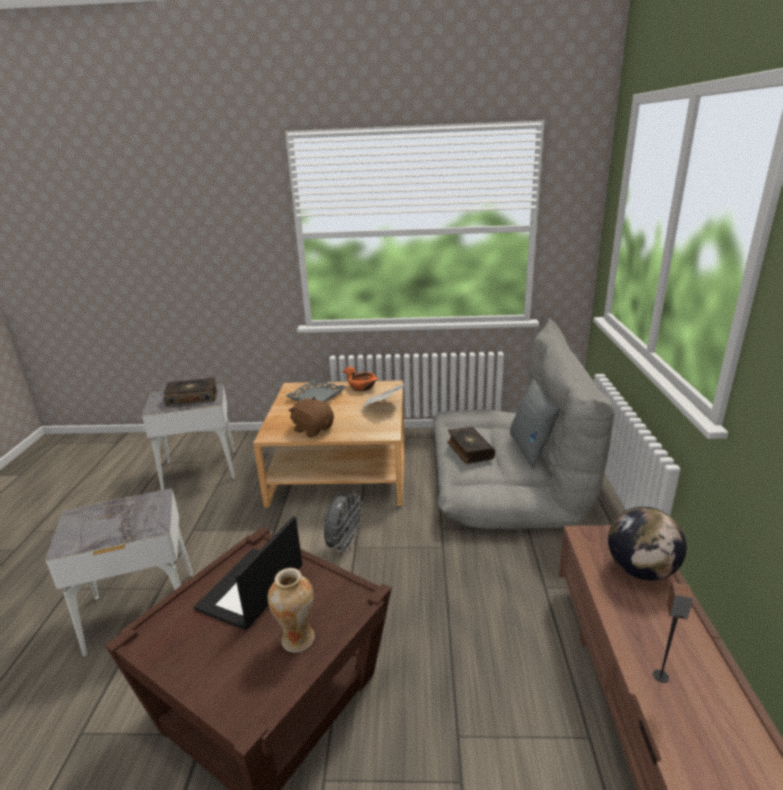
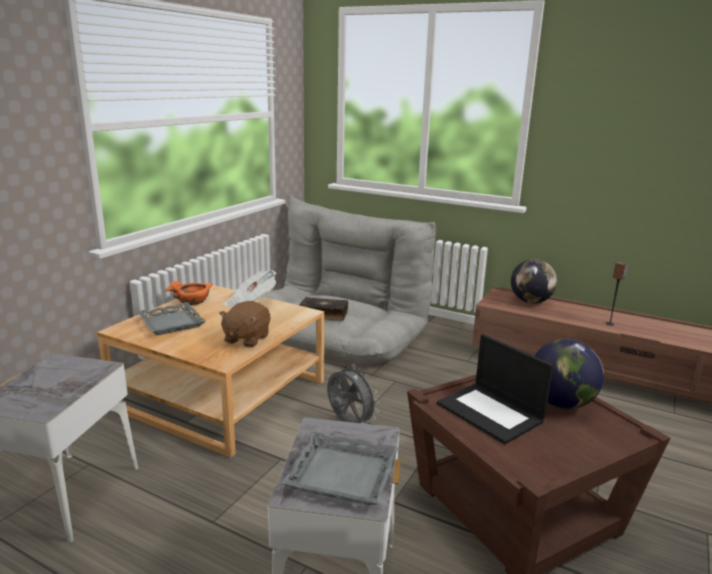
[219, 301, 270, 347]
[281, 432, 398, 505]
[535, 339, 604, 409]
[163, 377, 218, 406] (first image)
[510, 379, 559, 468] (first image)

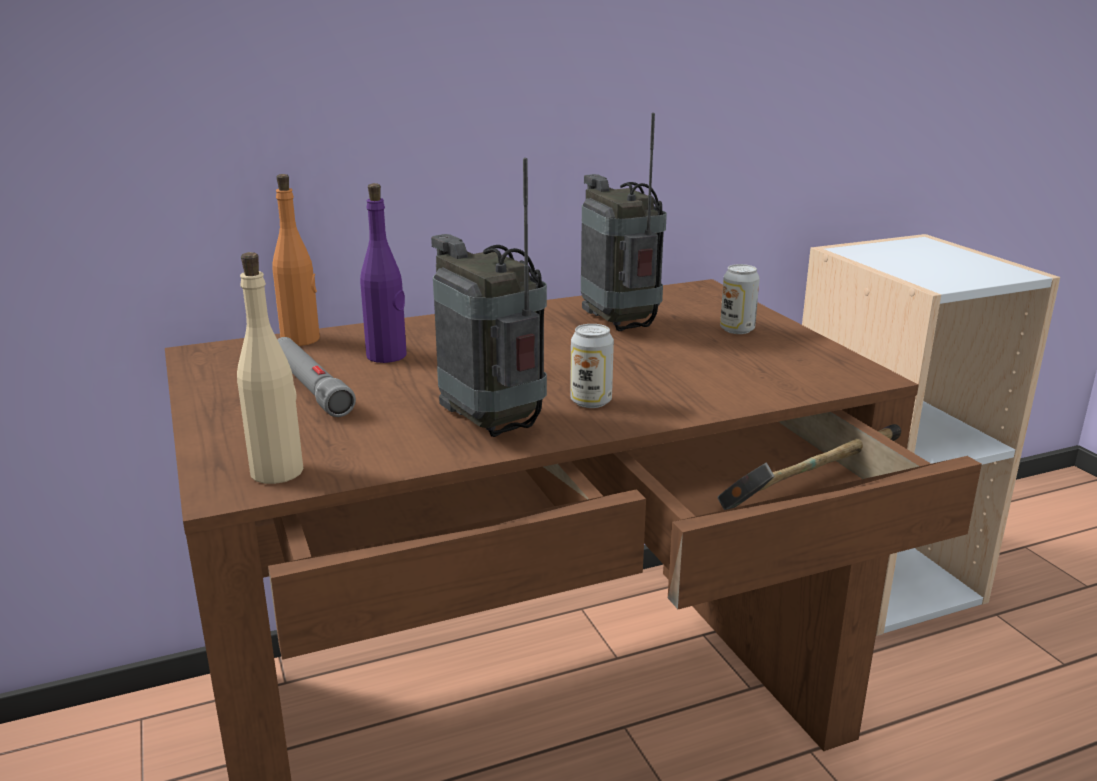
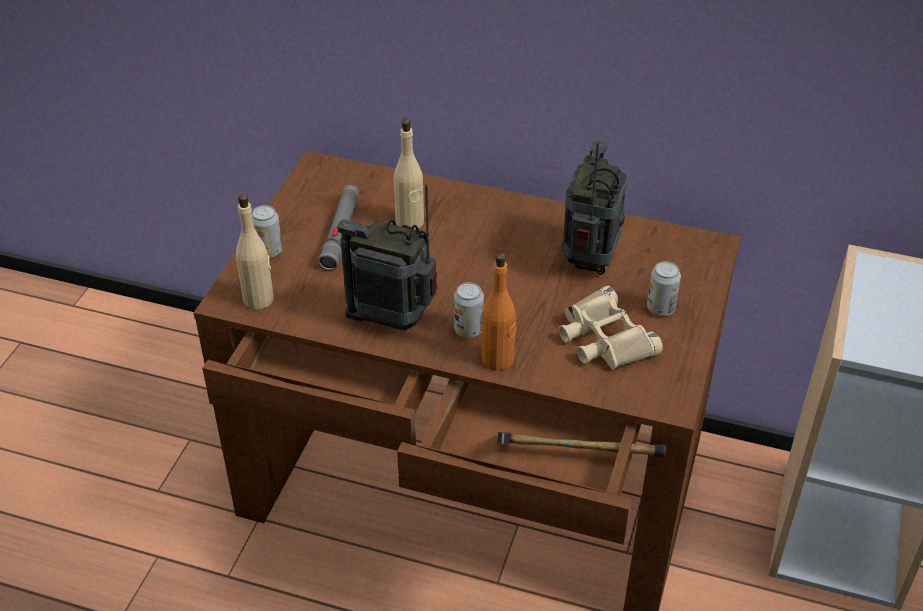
[252, 205, 282, 258]
[337, 184, 437, 331]
[393, 118, 424, 230]
[482, 252, 517, 371]
[559, 286, 663, 369]

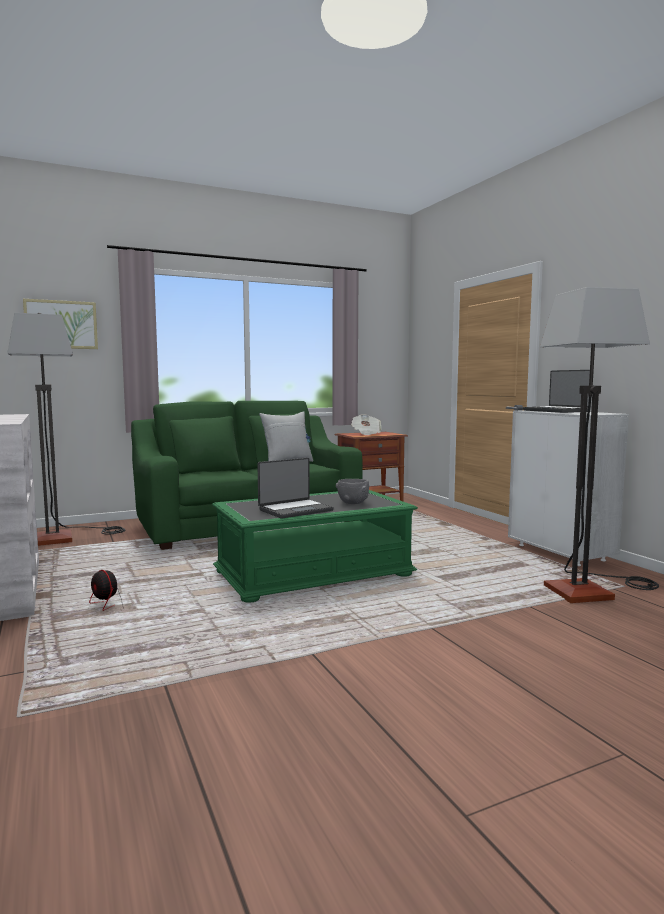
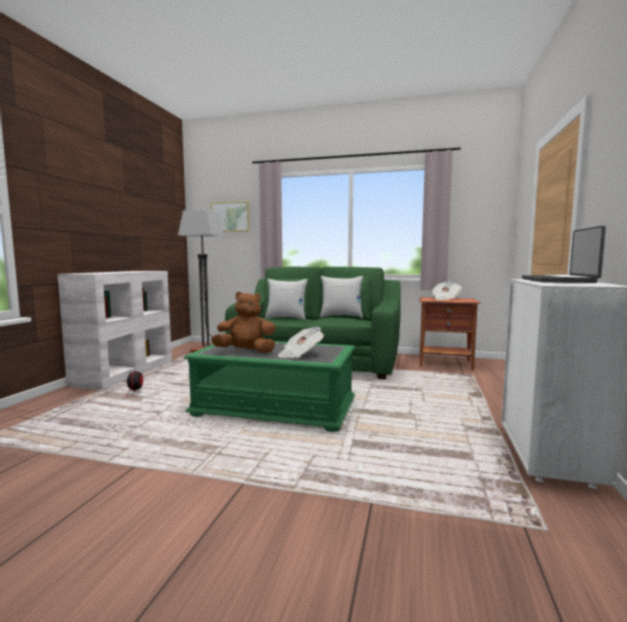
[211, 292, 276, 353]
[265, 279, 308, 320]
[278, 327, 324, 358]
[540, 287, 659, 603] (first image)

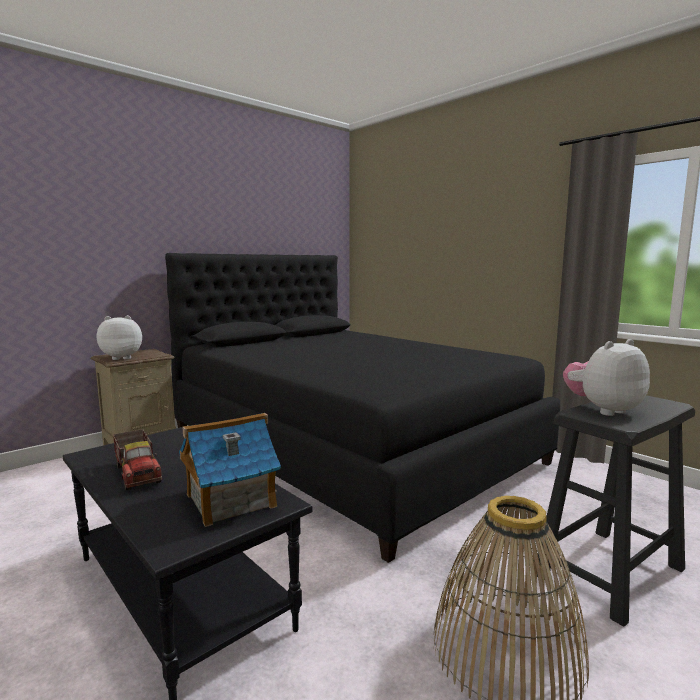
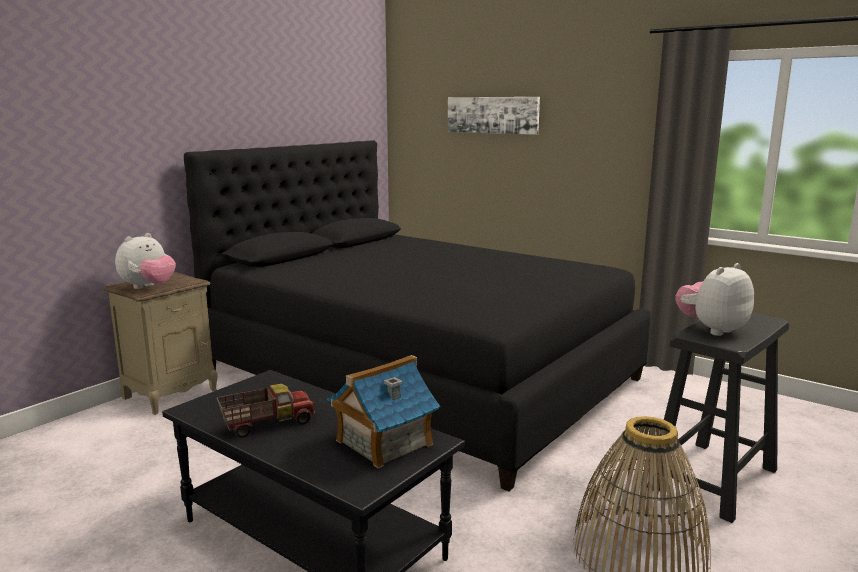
[115, 233, 176, 289]
[217, 384, 315, 438]
[448, 97, 540, 135]

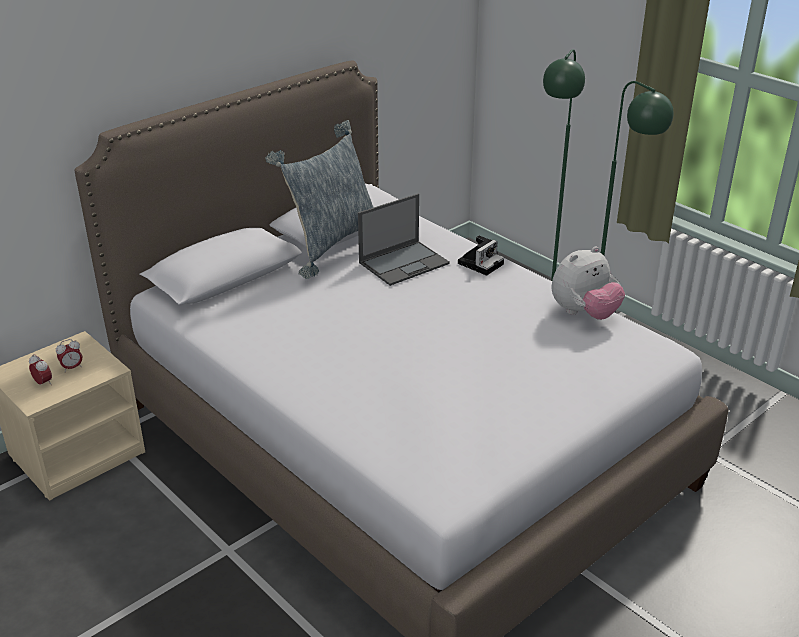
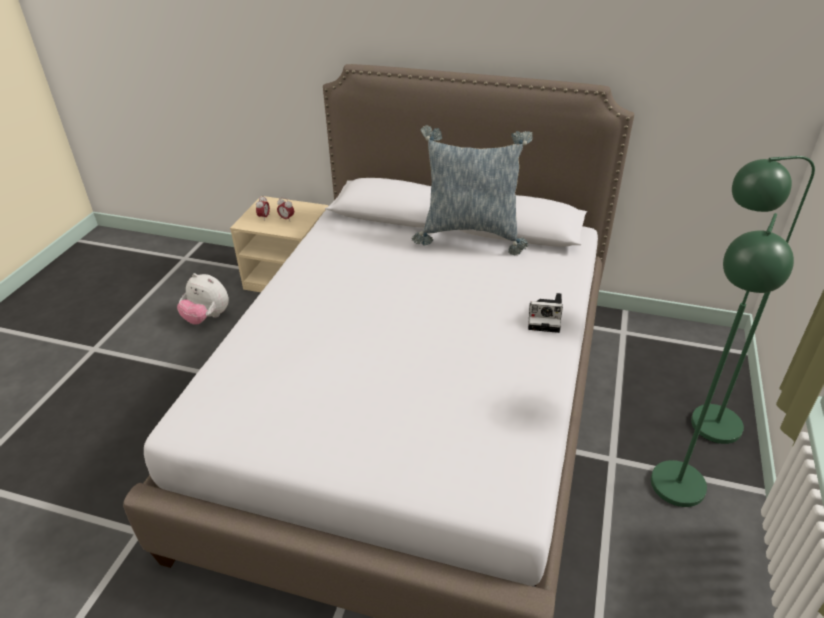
[177, 273, 229, 325]
[358, 194, 450, 286] (first image)

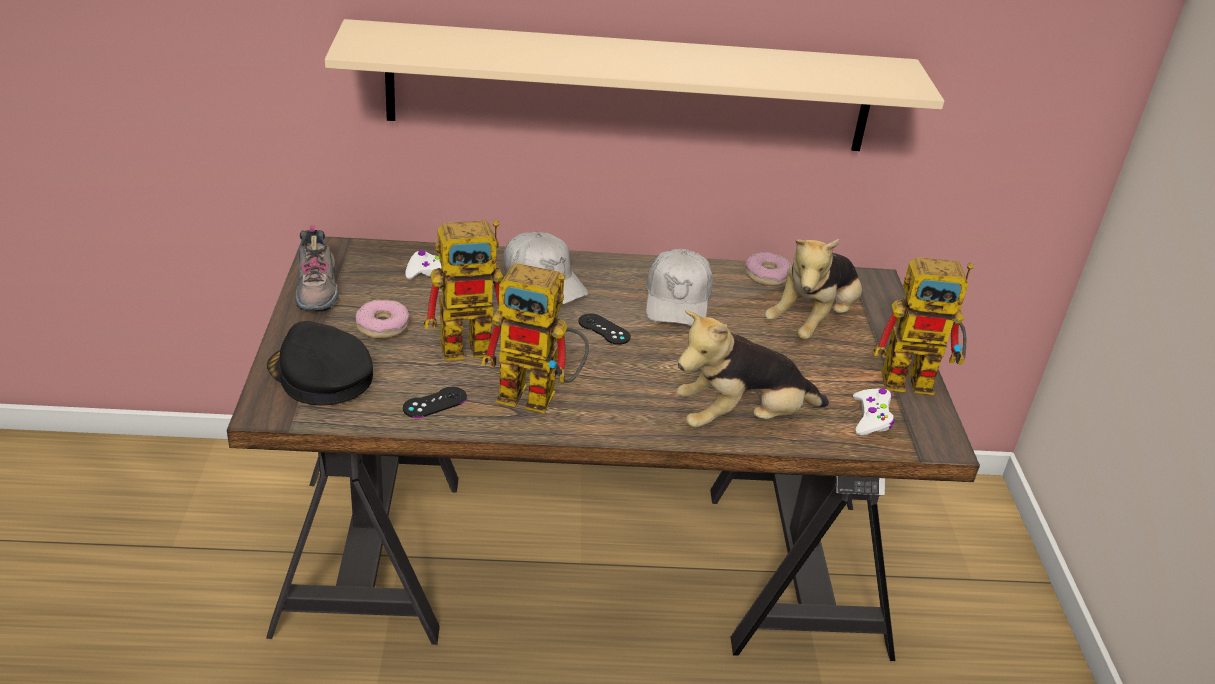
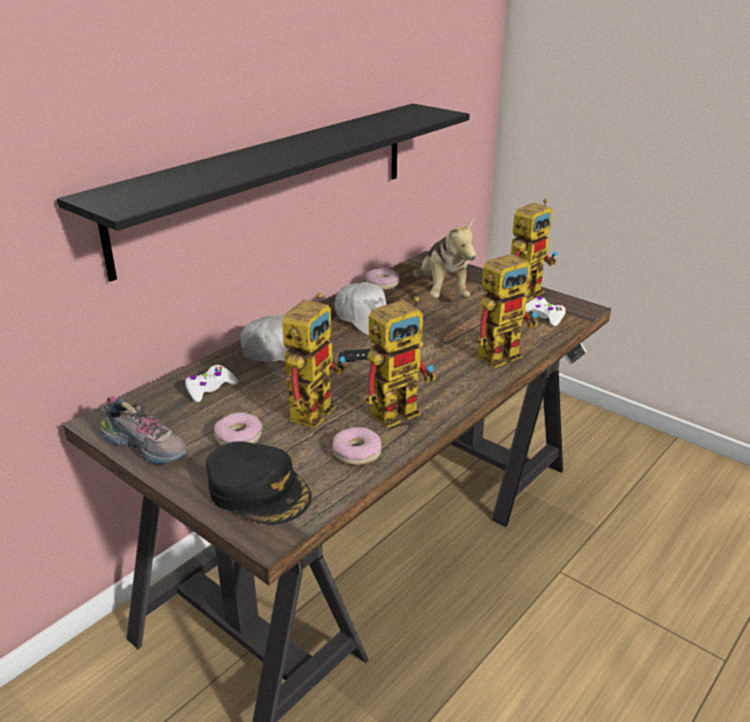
[57, 103, 470, 282]
[206, 441, 312, 525]
[333, 427, 381, 465]
[477, 250, 539, 368]

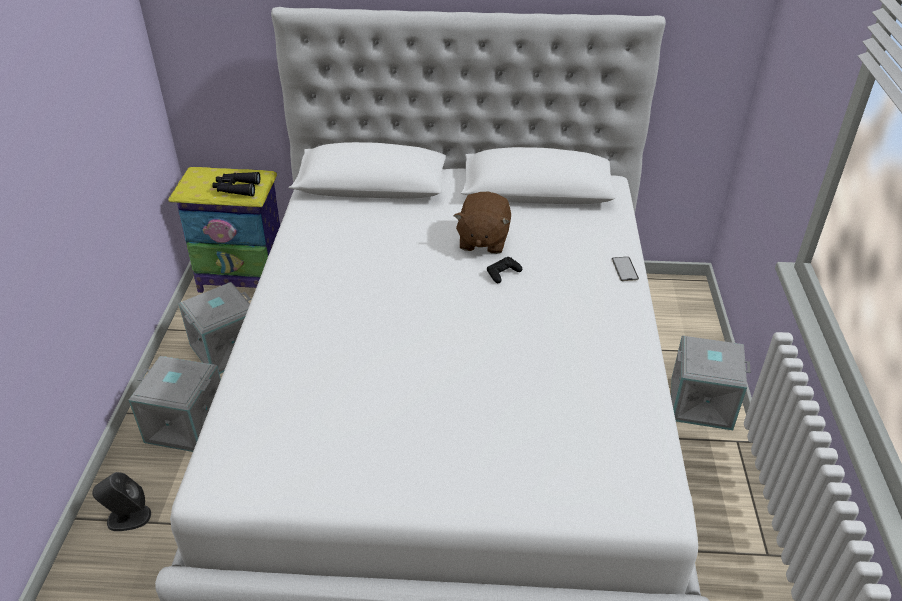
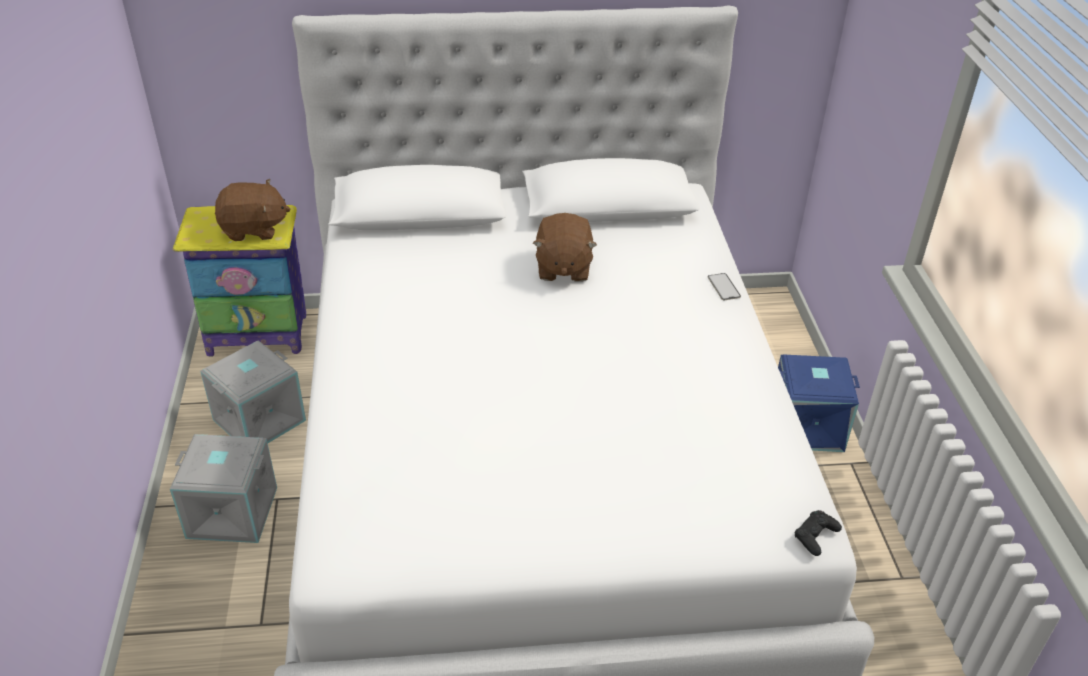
[215, 179, 290, 241]
[778, 355, 860, 452]
[795, 510, 842, 556]
[92, 472, 151, 531] (first image)

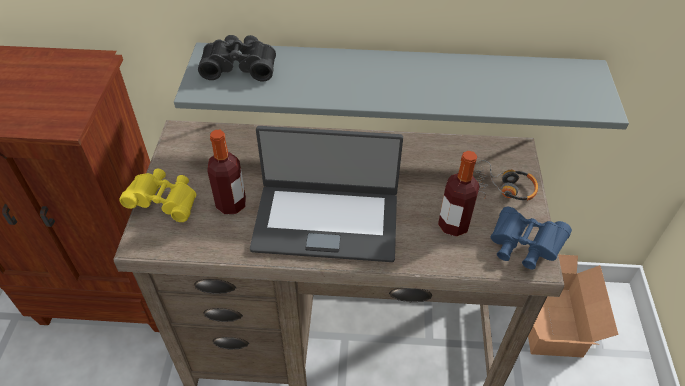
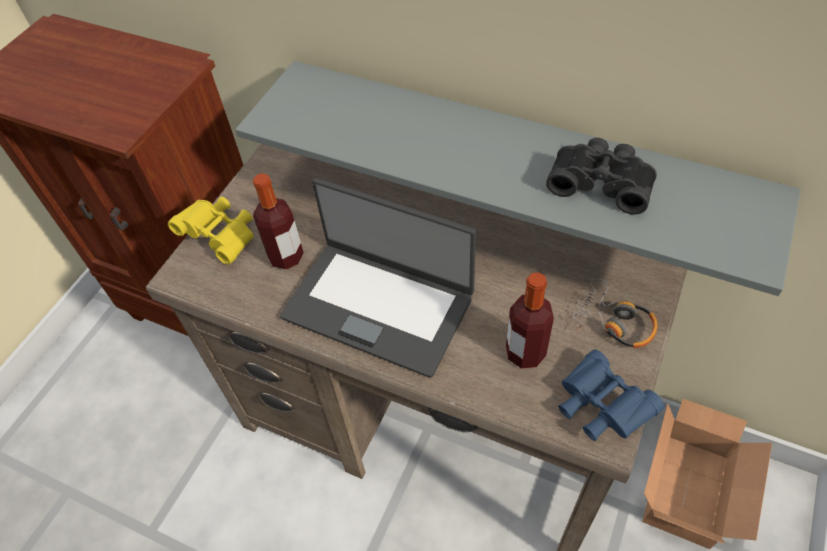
[546, 138, 657, 215]

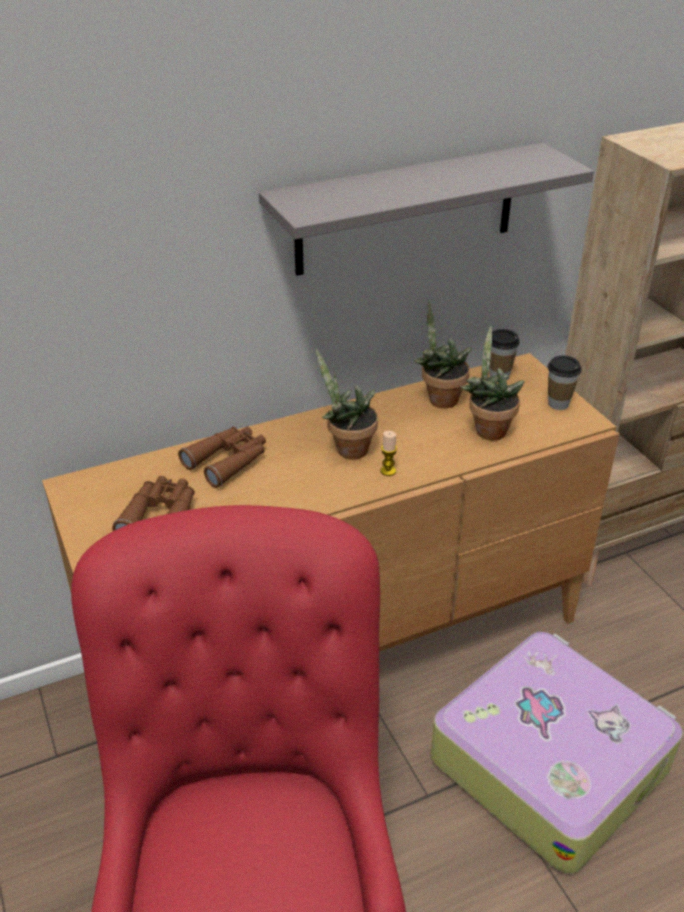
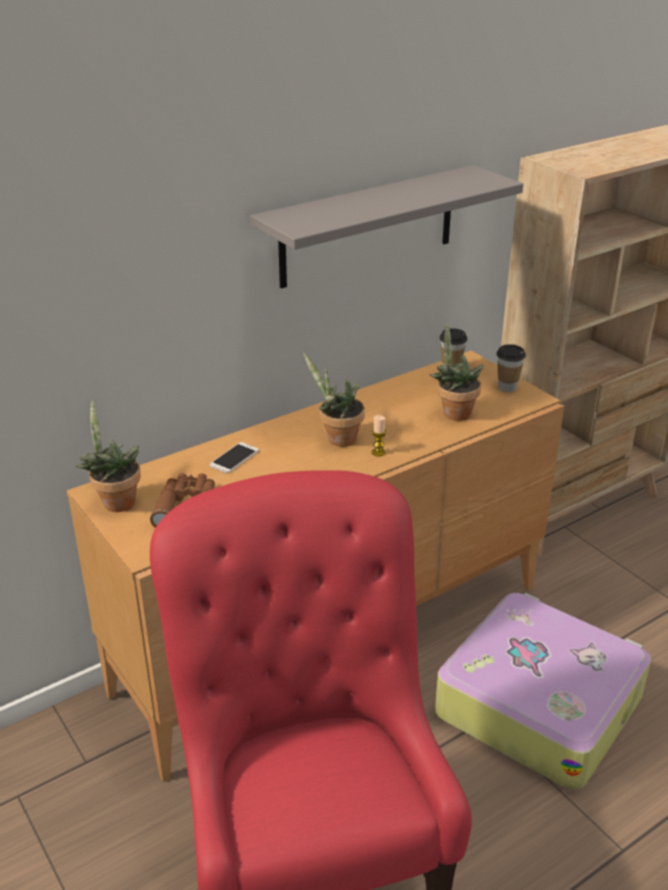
[76, 400, 141, 512]
[209, 442, 259, 473]

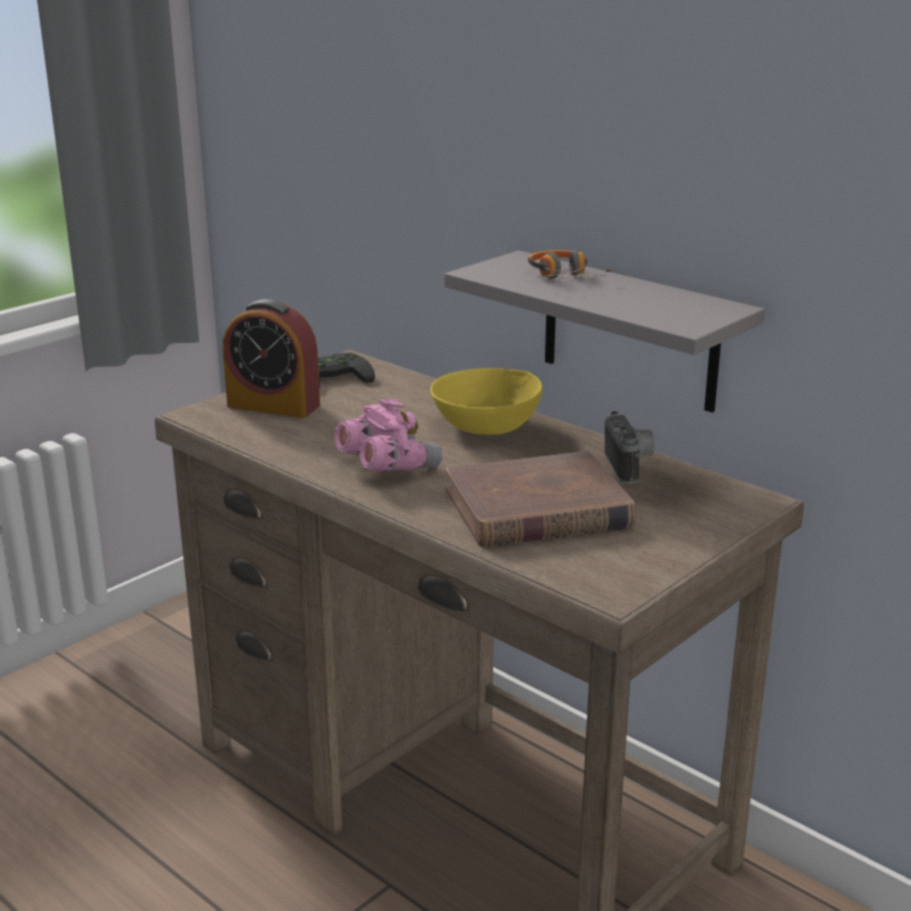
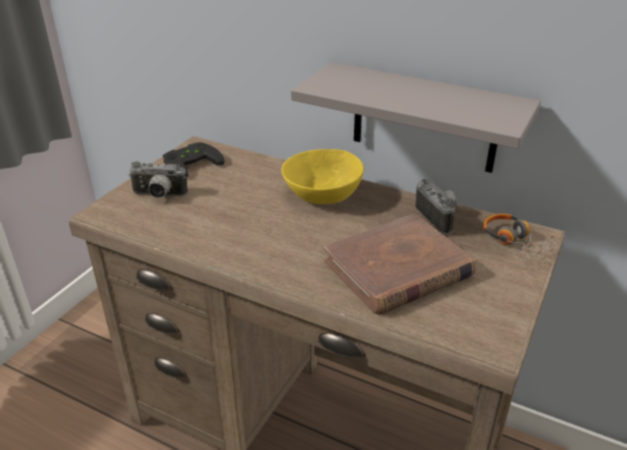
[128, 161, 188, 198]
[483, 214, 557, 262]
[334, 399, 442, 473] (first image)

